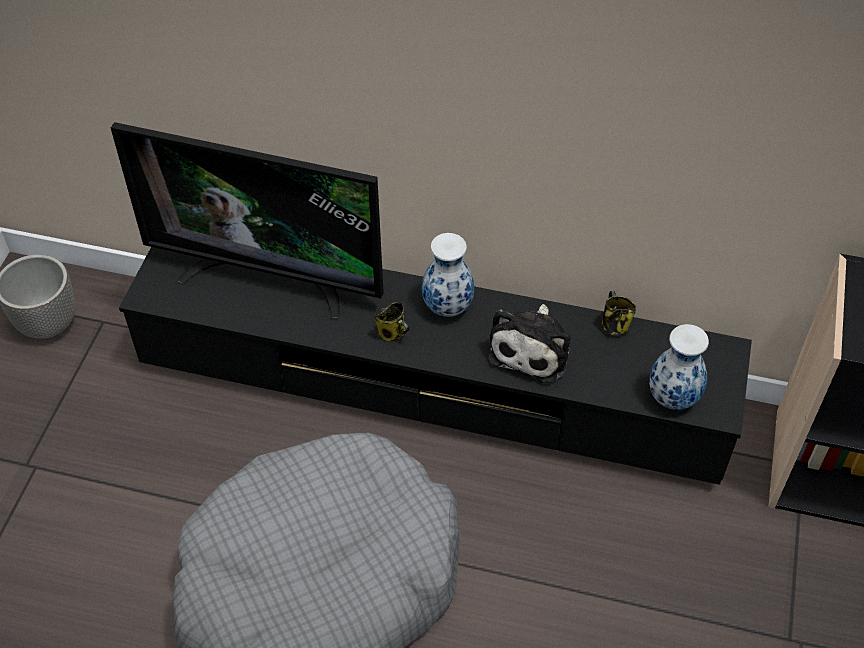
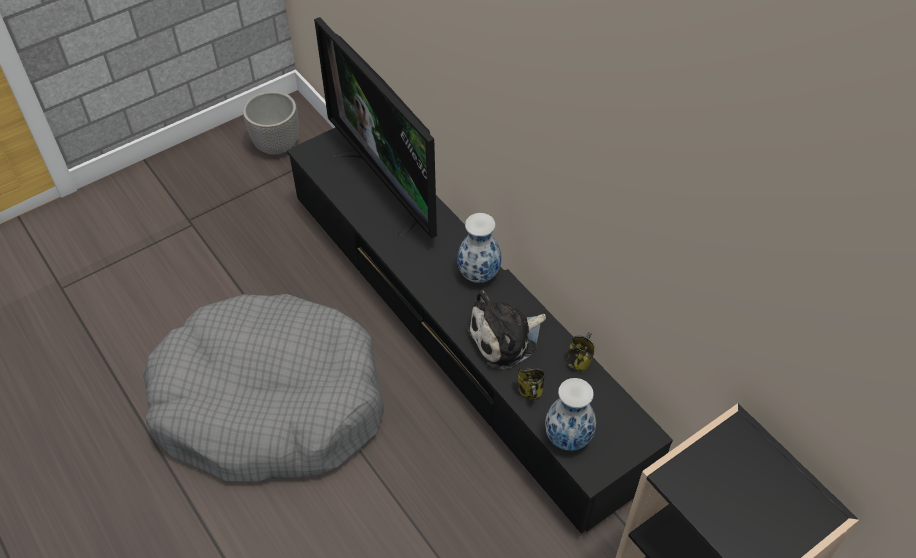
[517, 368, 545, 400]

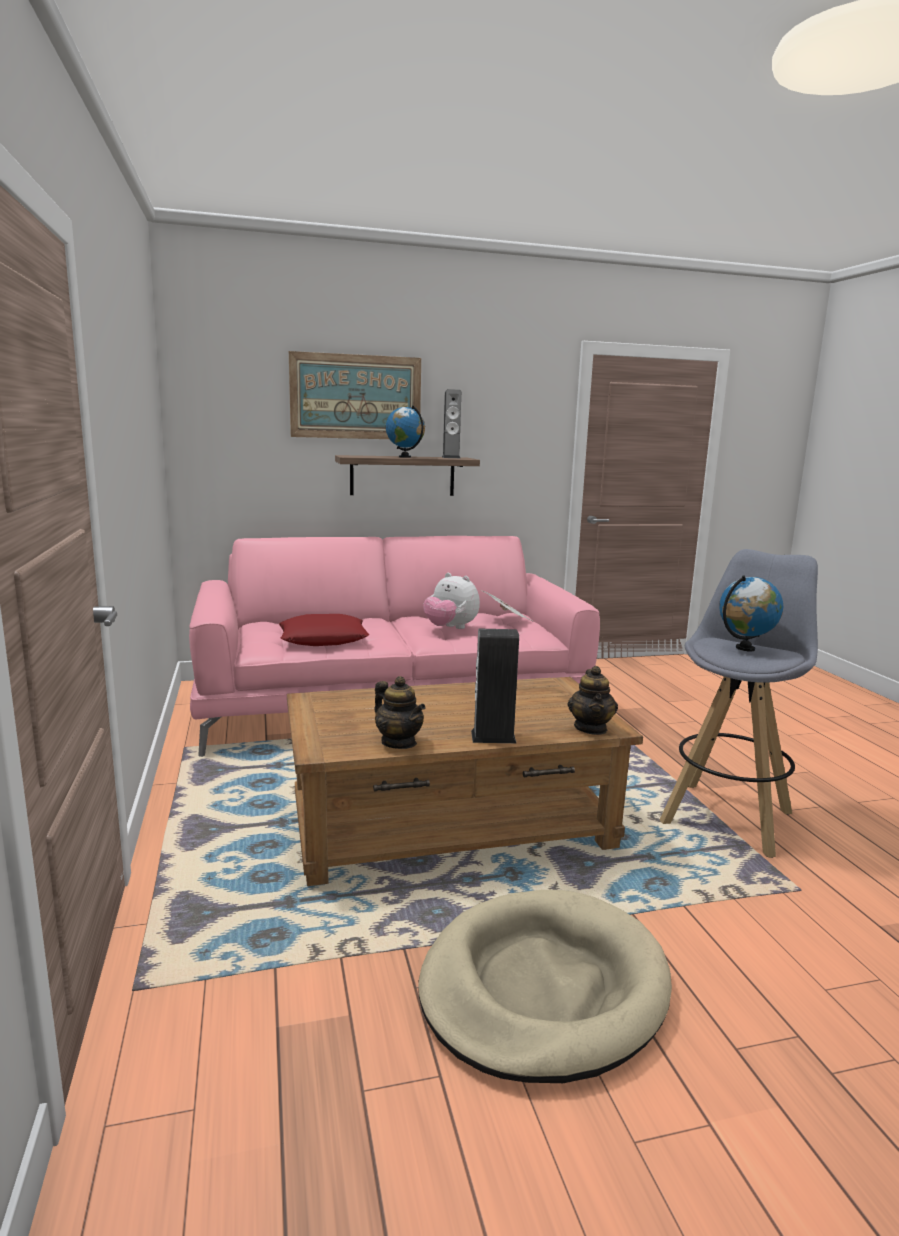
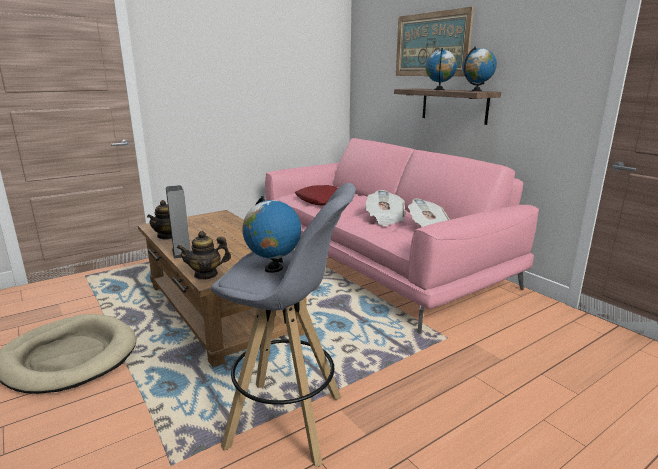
[365, 190, 405, 226]
[463, 47, 497, 91]

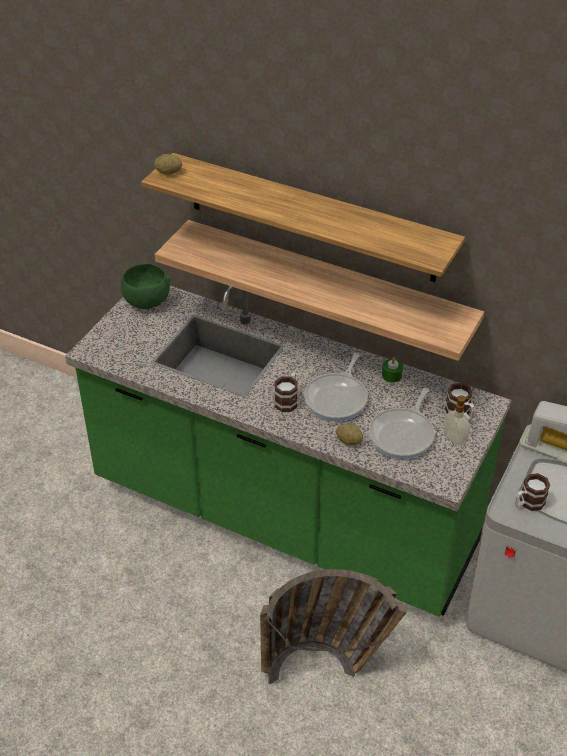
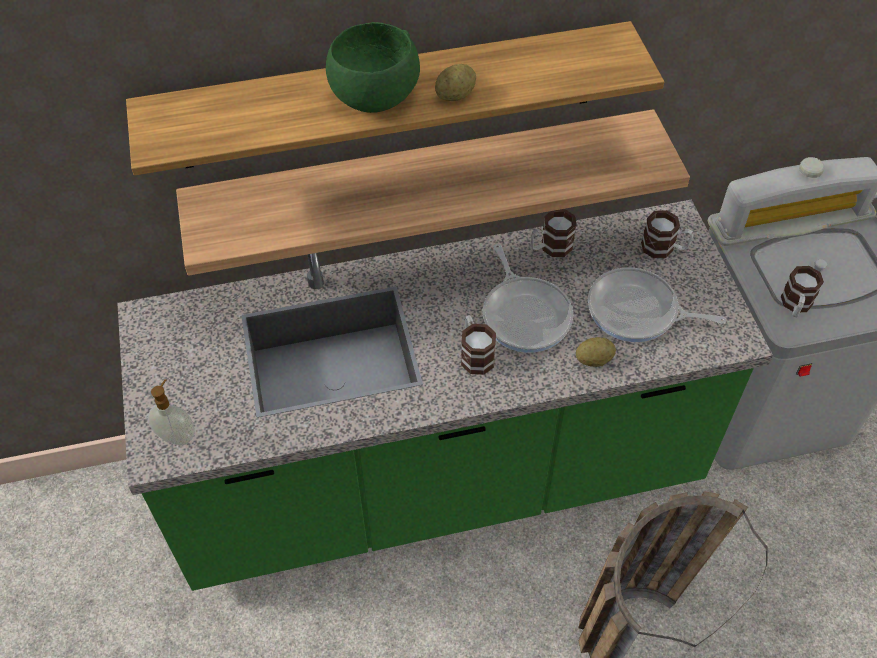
[147, 379, 195, 445]
[326, 22, 420, 113]
[435, 64, 476, 101]
[530, 209, 577, 257]
[588, 268, 726, 342]

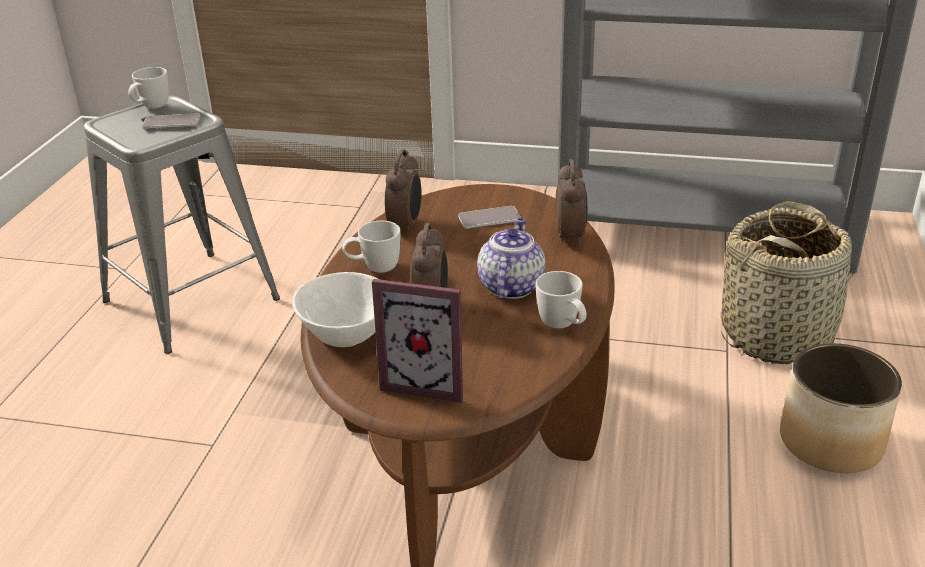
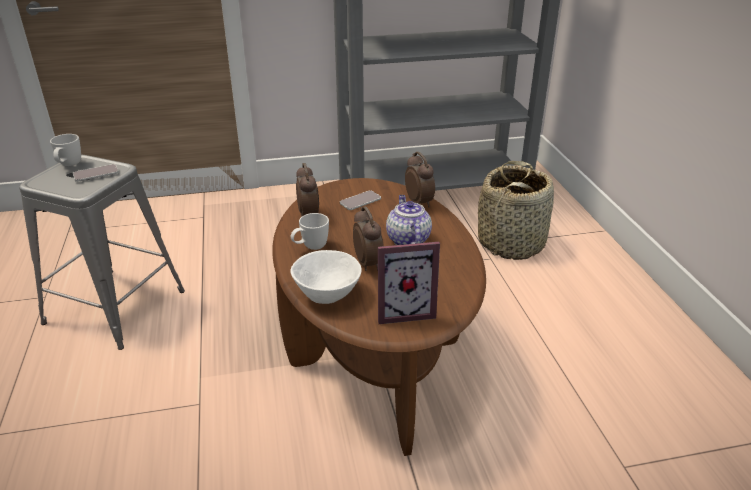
[536, 271, 587, 328] (first image)
[780, 343, 902, 473] (first image)

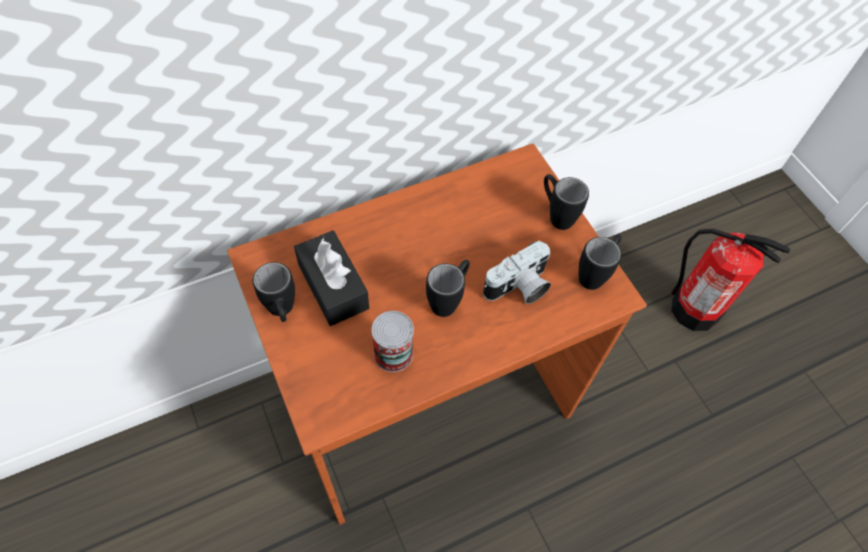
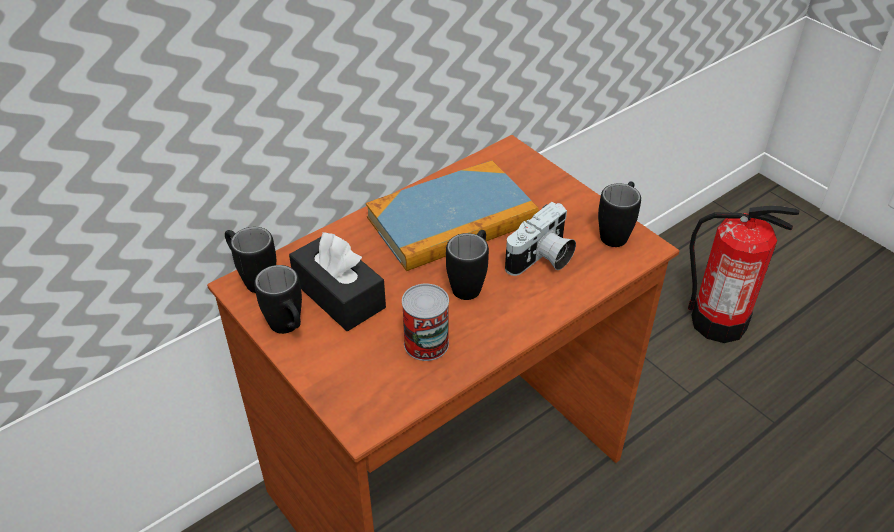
[225, 227, 276, 293]
[366, 161, 539, 271]

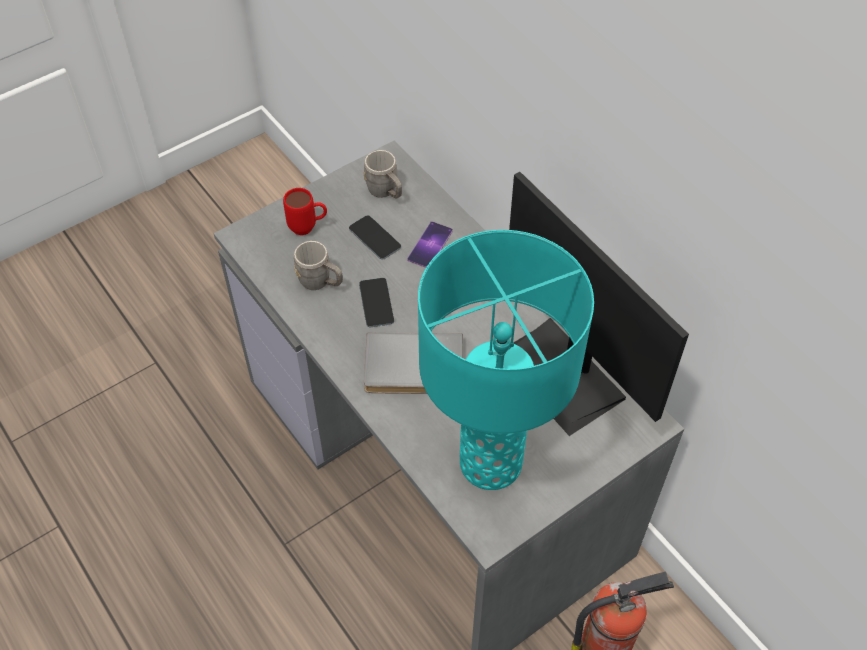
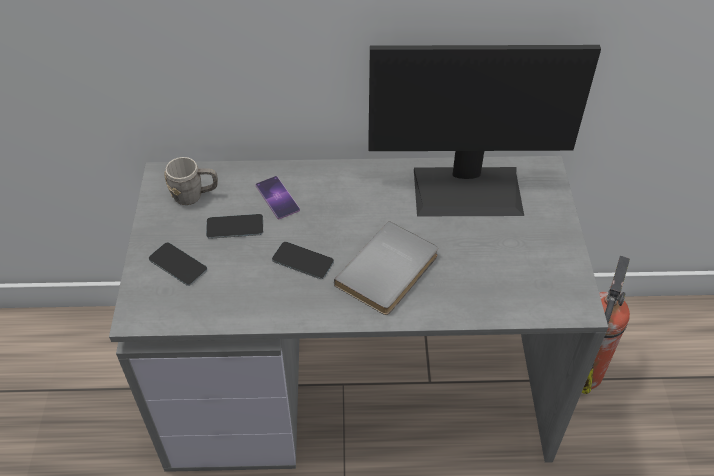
[149, 242, 207, 286]
[294, 241, 343, 290] (first image)
[418, 230, 594, 490] (first image)

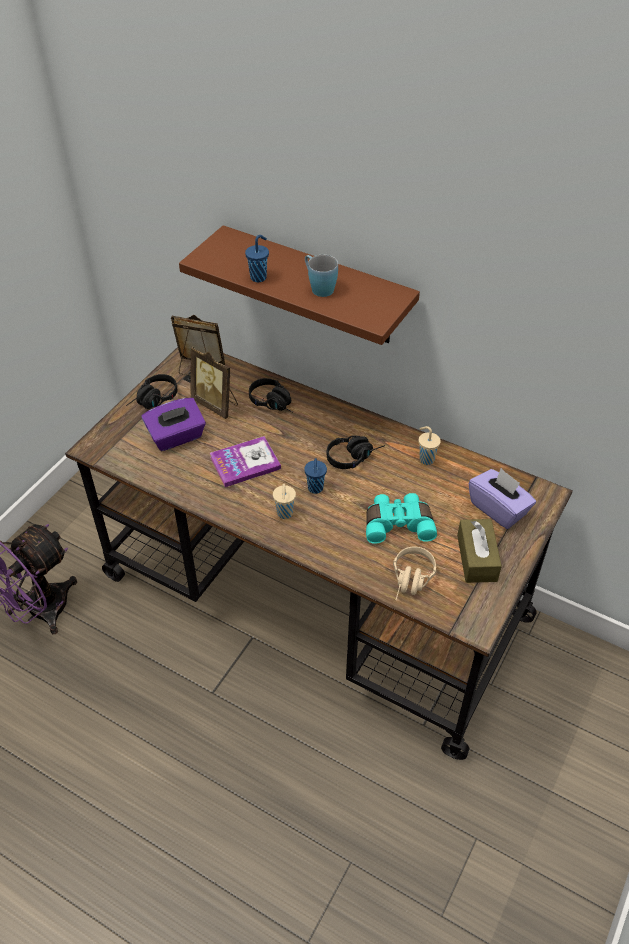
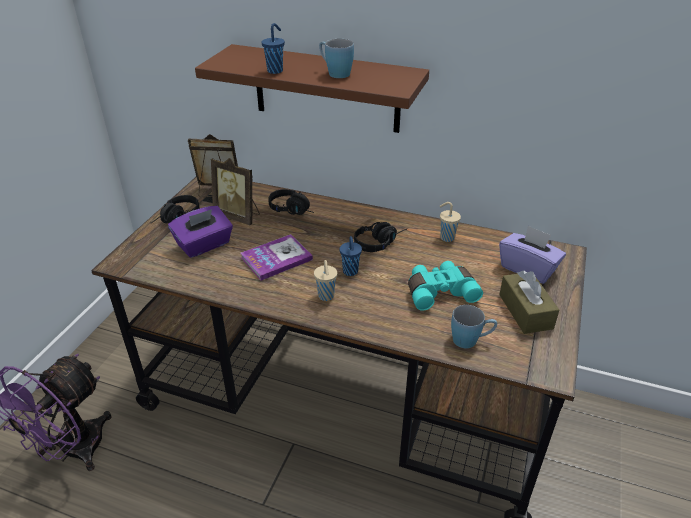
[451, 305, 497, 348]

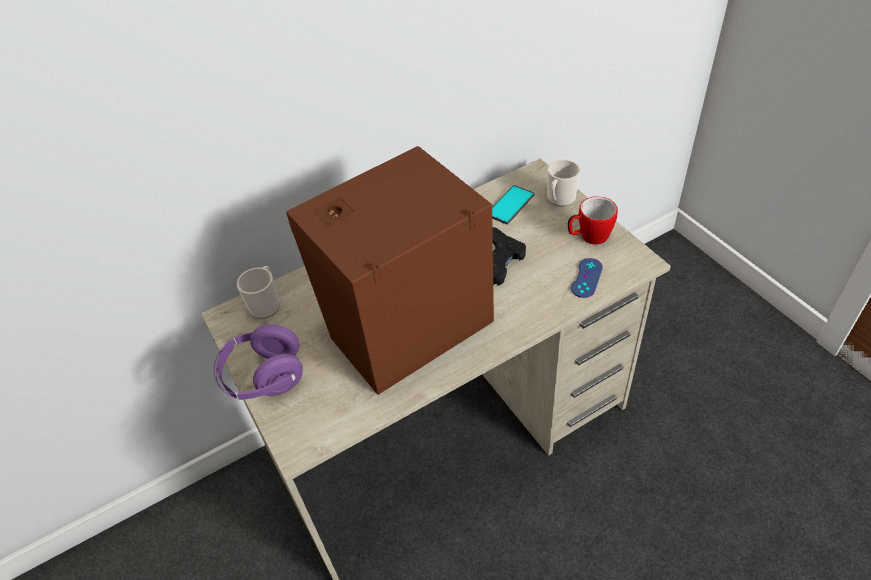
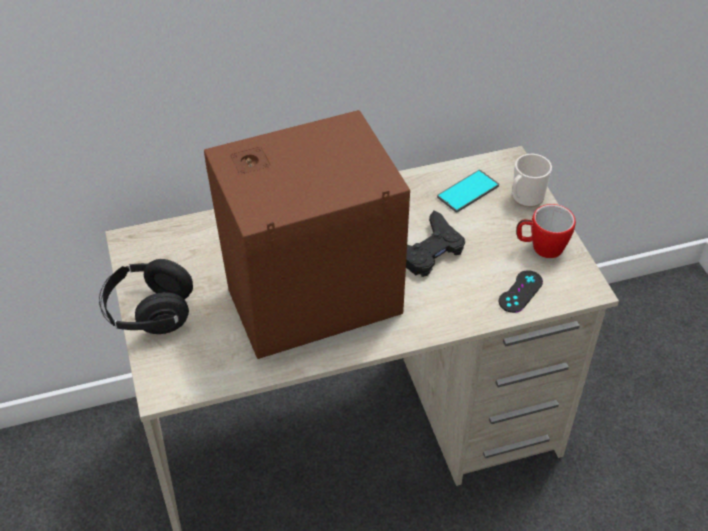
[99, 259, 193, 334]
[499, 270, 543, 313]
[237, 266, 280, 319] (first image)

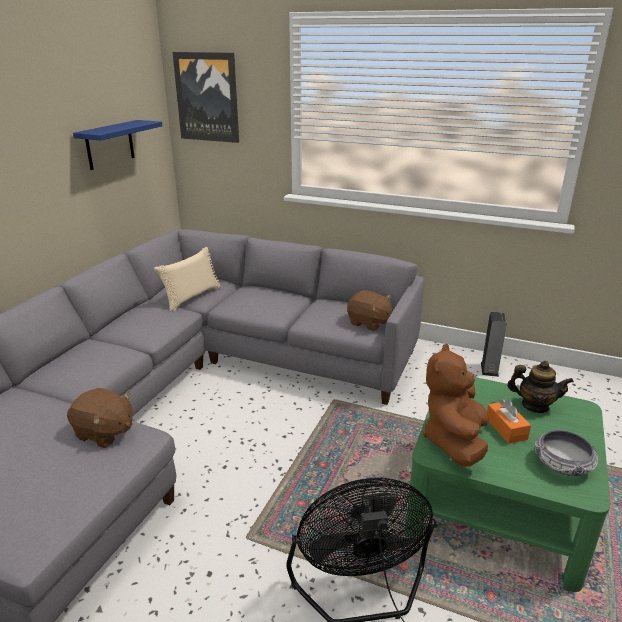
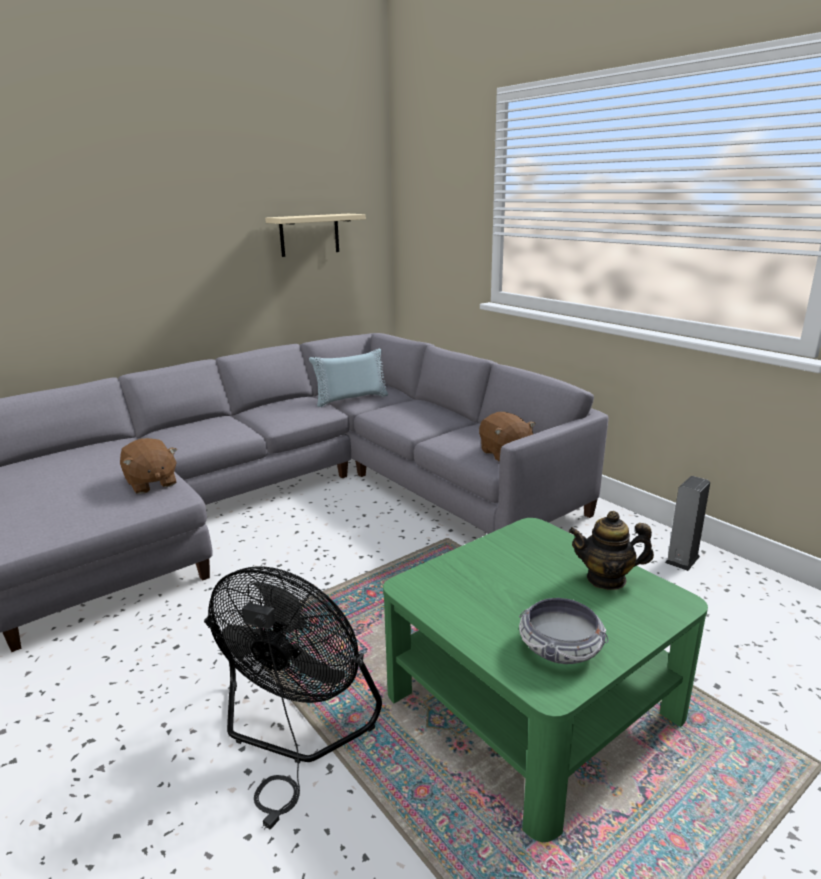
[265, 214, 366, 257]
[309, 349, 388, 407]
[568, 511, 654, 590]
[173, 52, 239, 143] (first image)
[423, 344, 489, 467] (first image)
[487, 400, 531, 444] (first image)

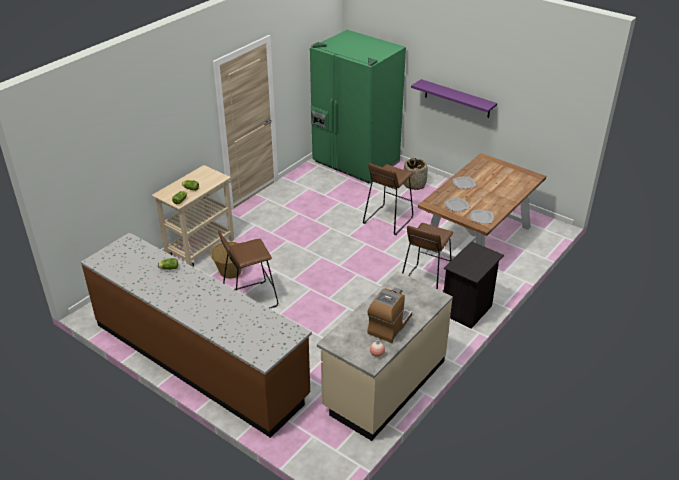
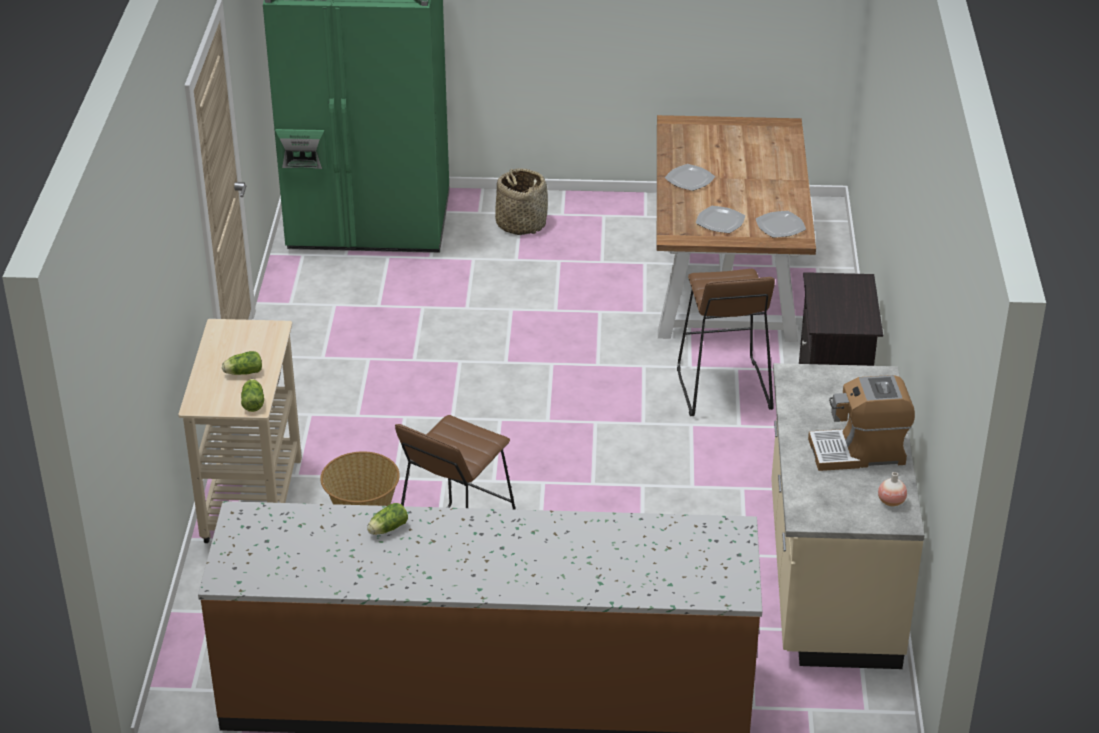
[808, 375, 915, 471]
[363, 163, 413, 235] (first image)
[411, 79, 497, 118] (first image)

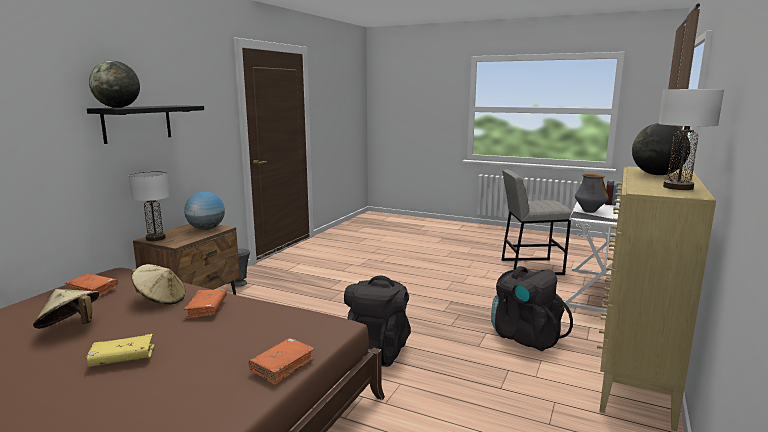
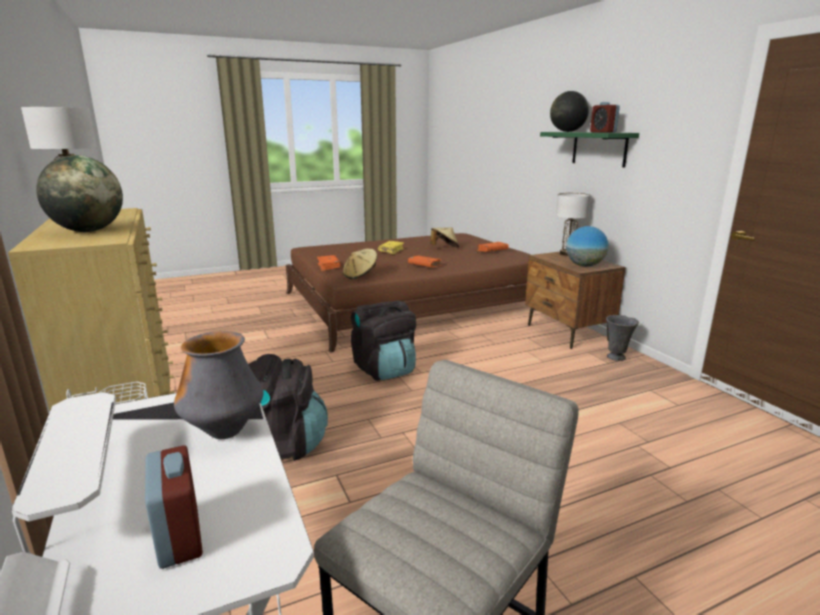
[343, 249, 378, 279]
[540, 132, 639, 167]
[590, 102, 620, 133]

